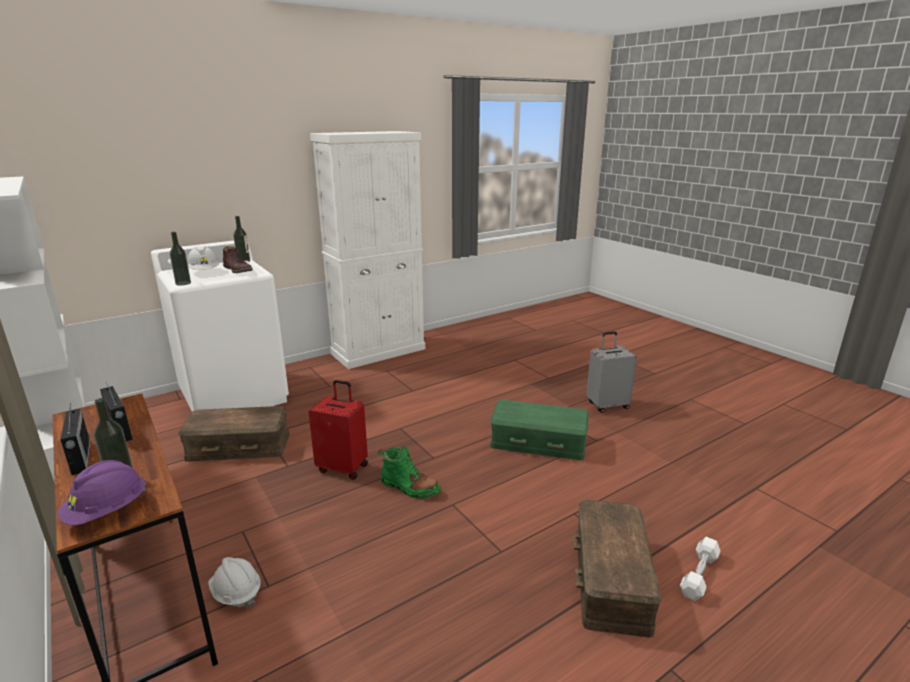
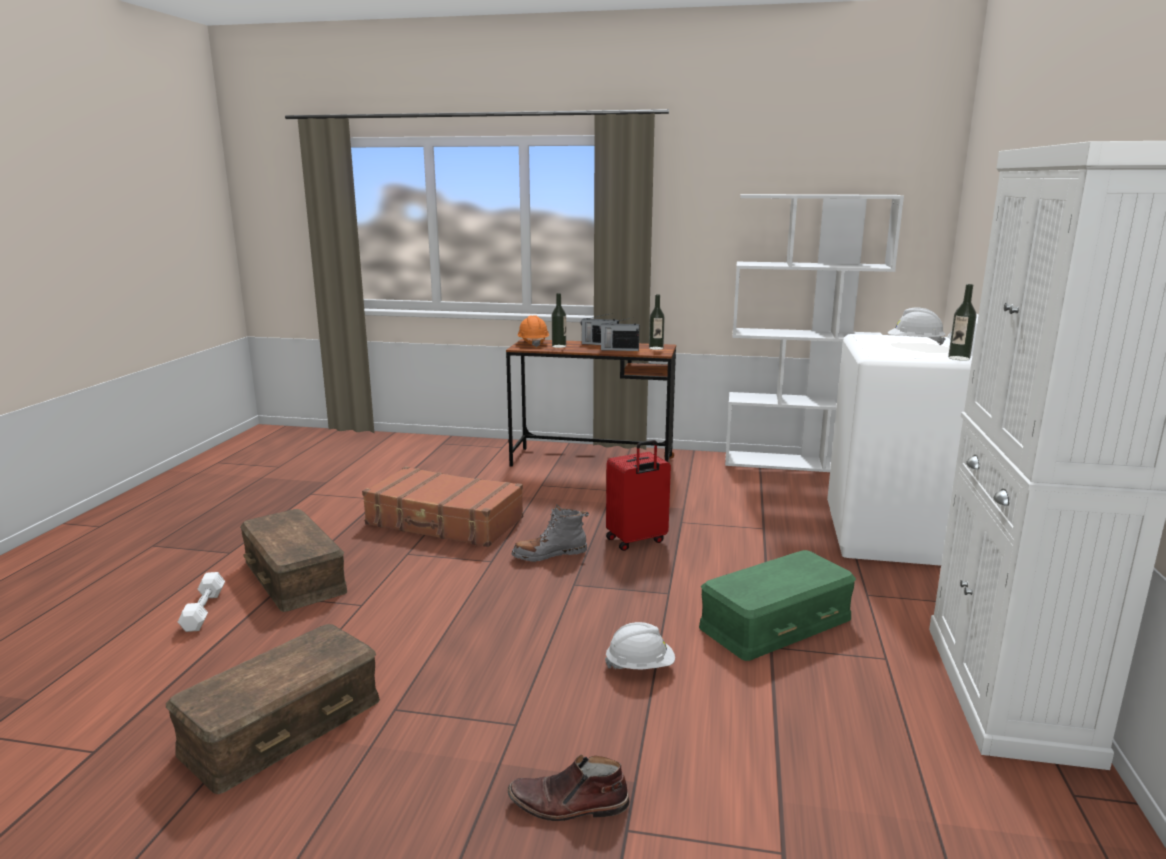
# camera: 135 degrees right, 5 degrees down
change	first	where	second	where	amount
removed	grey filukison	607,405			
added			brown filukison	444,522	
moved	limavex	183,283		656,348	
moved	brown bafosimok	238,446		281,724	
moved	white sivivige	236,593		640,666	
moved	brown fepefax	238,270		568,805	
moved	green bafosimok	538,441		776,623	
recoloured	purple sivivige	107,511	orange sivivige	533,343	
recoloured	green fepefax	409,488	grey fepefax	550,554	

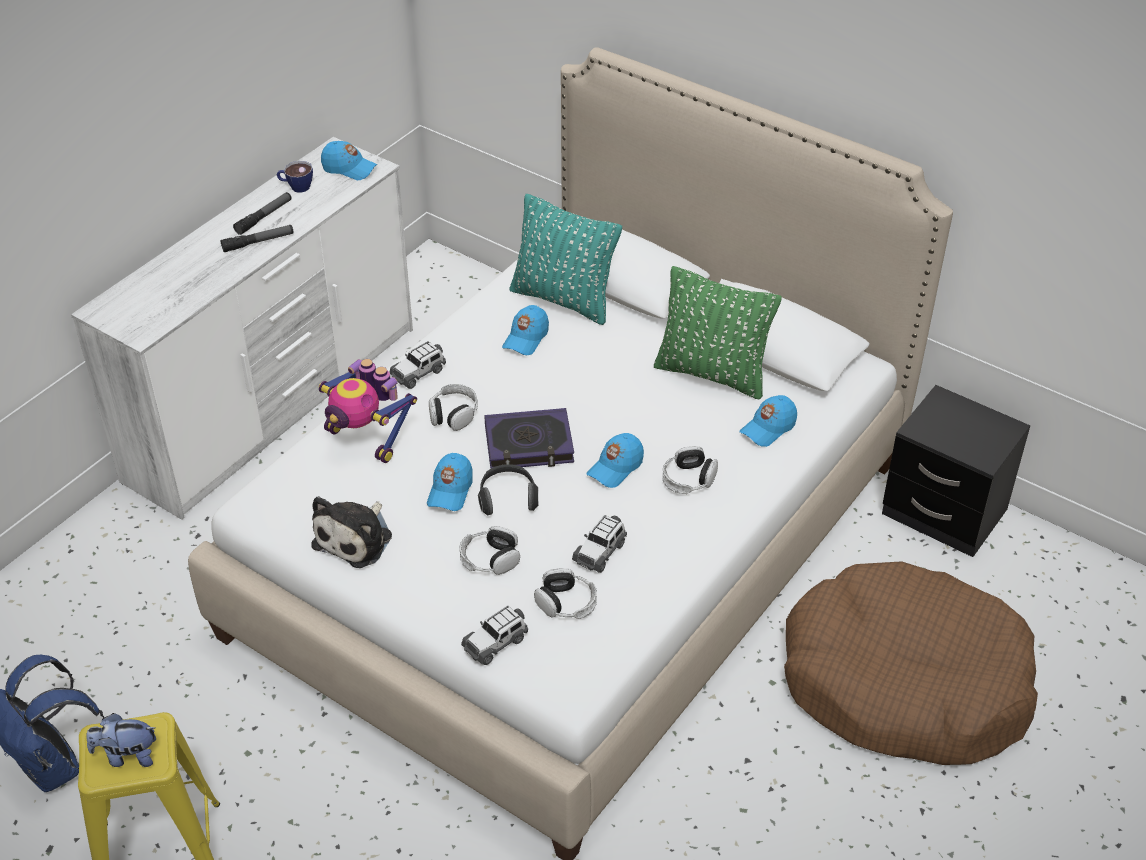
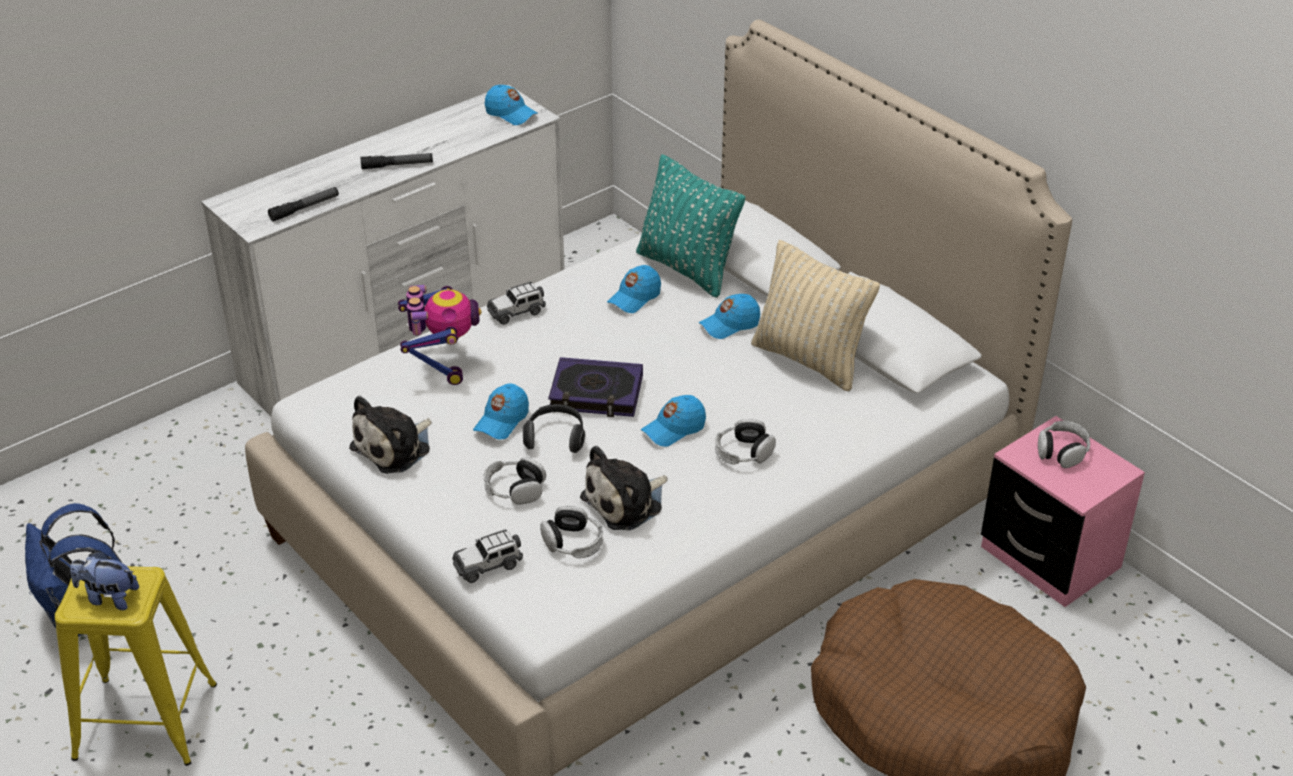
# camera: 15 degrees right, 5 degrees down
change	first	where	second	where	amount
removed	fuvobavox	296,187			
moved	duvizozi	264,217		304,208	
moved	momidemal	453,414		1061,451	
moved	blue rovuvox	768,428		730,325	
replaced	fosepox	600,551	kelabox	626,502	
recoloured	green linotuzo	712,374	beige linotuzo	809,360	
recoloured	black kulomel	944,512	pink kulomel	1049,558	
turned	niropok	367,438		441,361	150 degrees counterclockwise

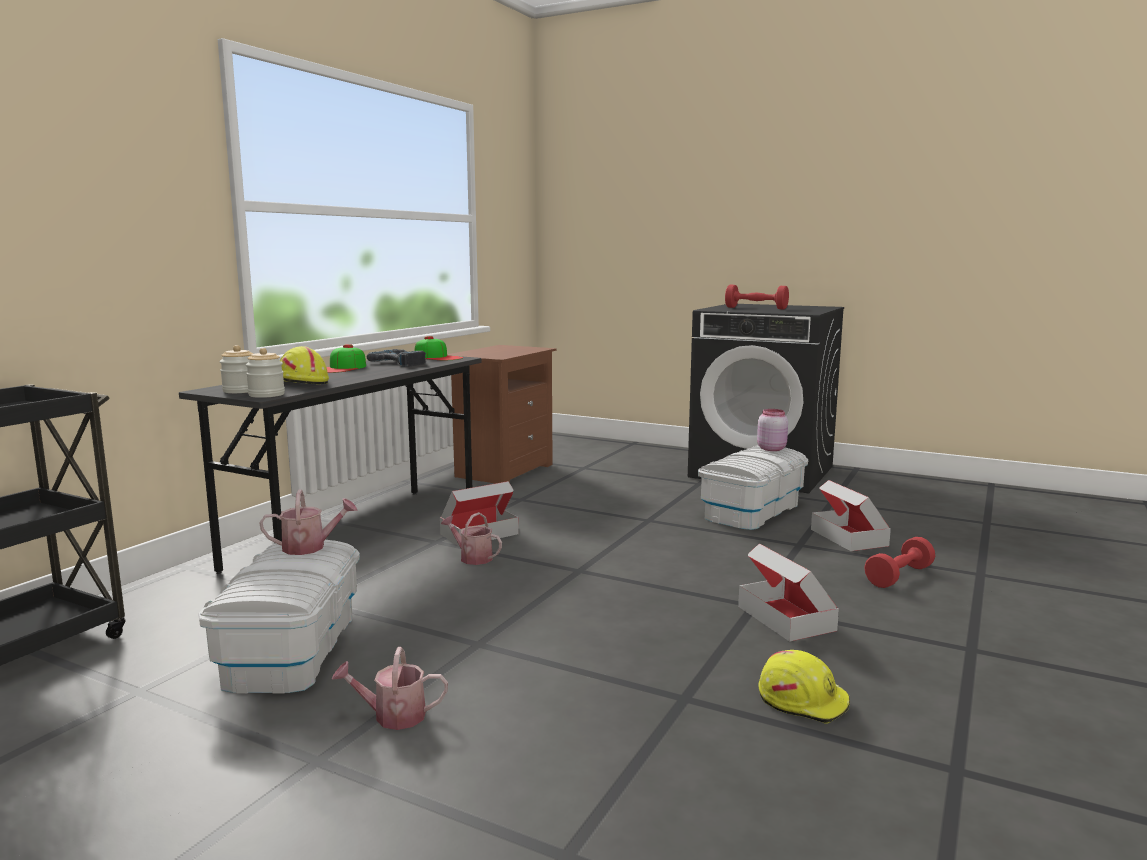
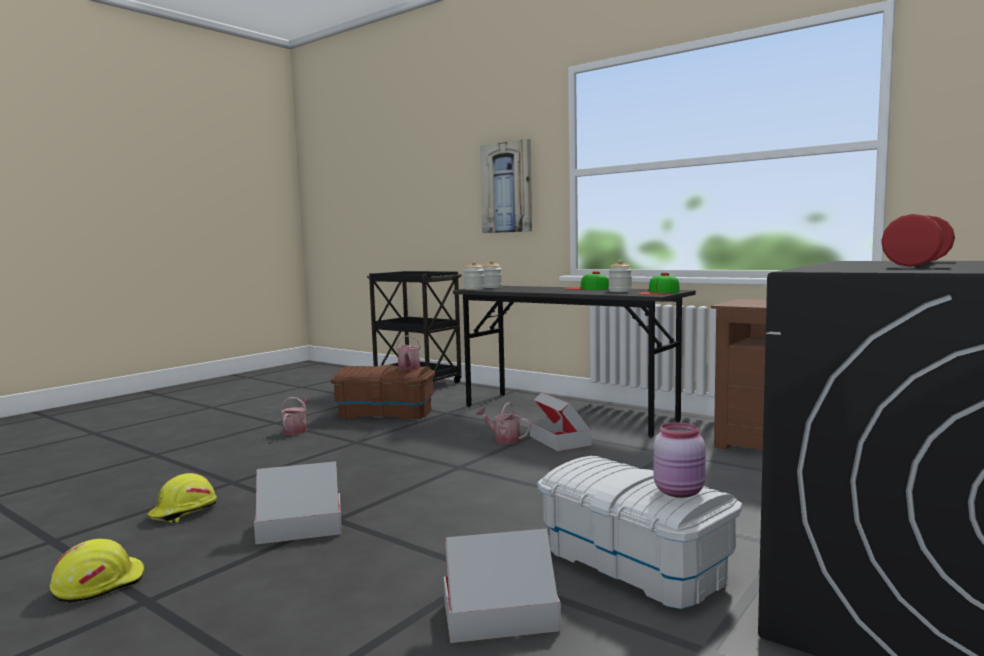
# camera: 100 degrees right, 5 degrees down
change	first	where	second	where	amount
removed	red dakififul	899,576			
added			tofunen	507,187	
moved	yellow sivivige	299,383		99,583	
replaced	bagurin	402,362	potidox	620,291	
recoloured	white bafosimok	290,649	brown bafosimok	385,413	
turned	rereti	472,557		504,439	105 degrees counterclockwise

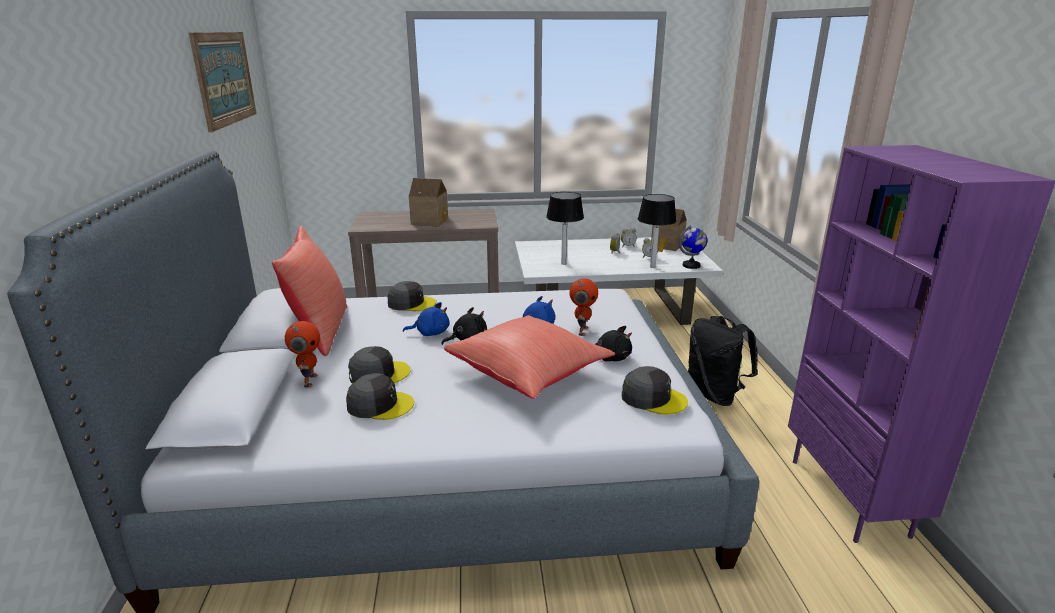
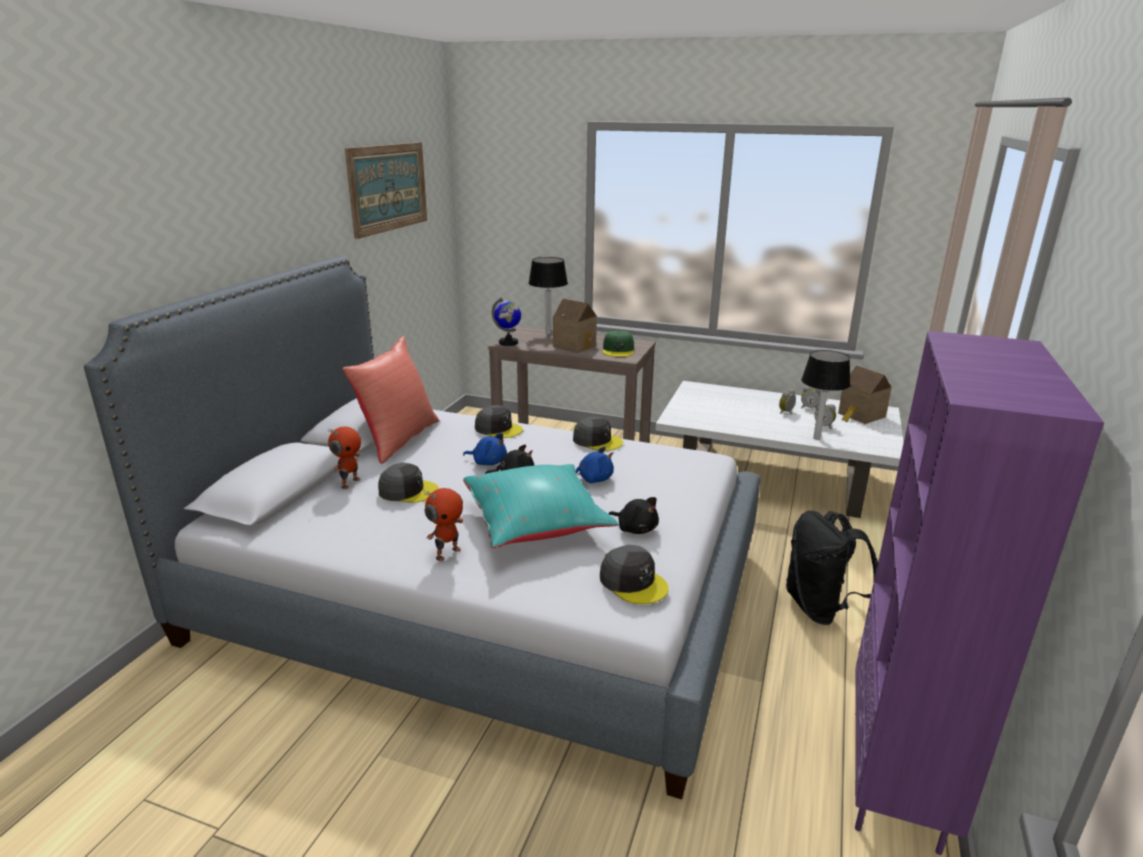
# camera: 25 degrees right, 0 degrees up
change	first	where	second	where	amount
added			green rovuvox	618,350	
moved	grey rovuvox	380,405		597,441	
moved	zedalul	564,263		548,333	
moved	niropok	582,330		447,553	
moved	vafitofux	691,265		508,343	
recoloured	red linotuzo	529,374	turquoise linotuzo	537,525	

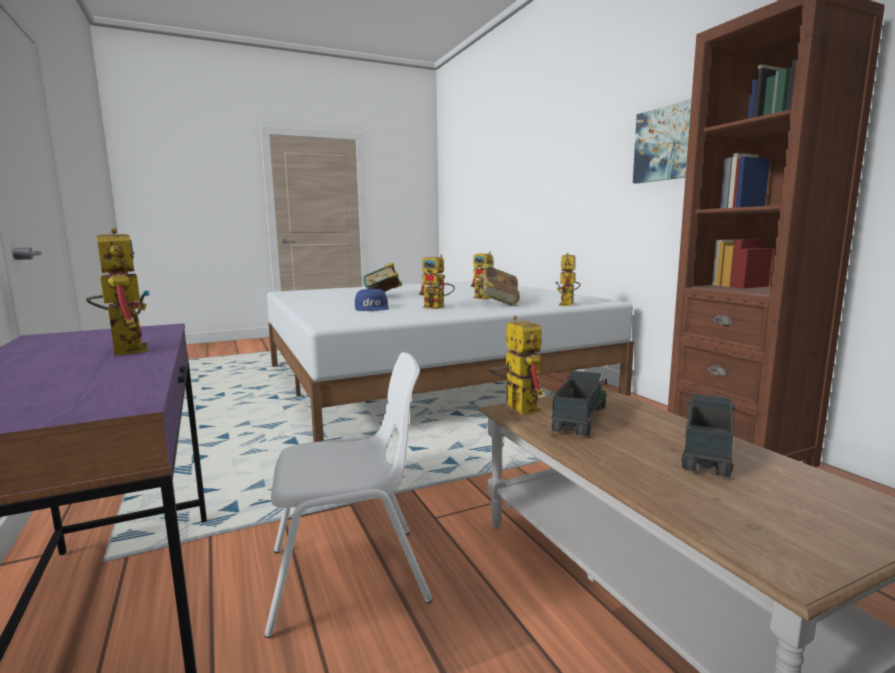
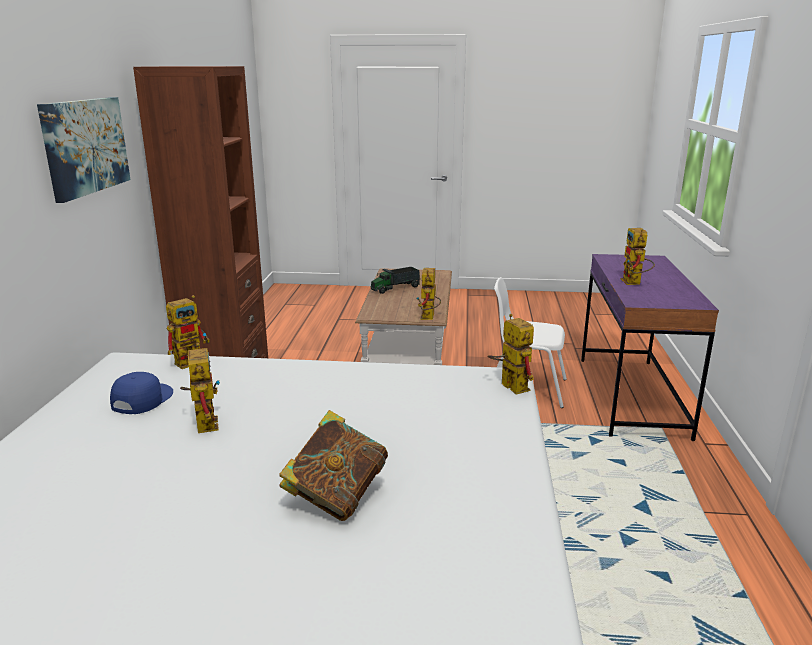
# camera: 150 degrees left, 10 degrees up
change	first	where	second	where	amount
removed	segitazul	498,304			
removed	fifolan	580,419			
moved	blue rovuvox	372,308		141,399	
moved	niropok	438,307		509,385	

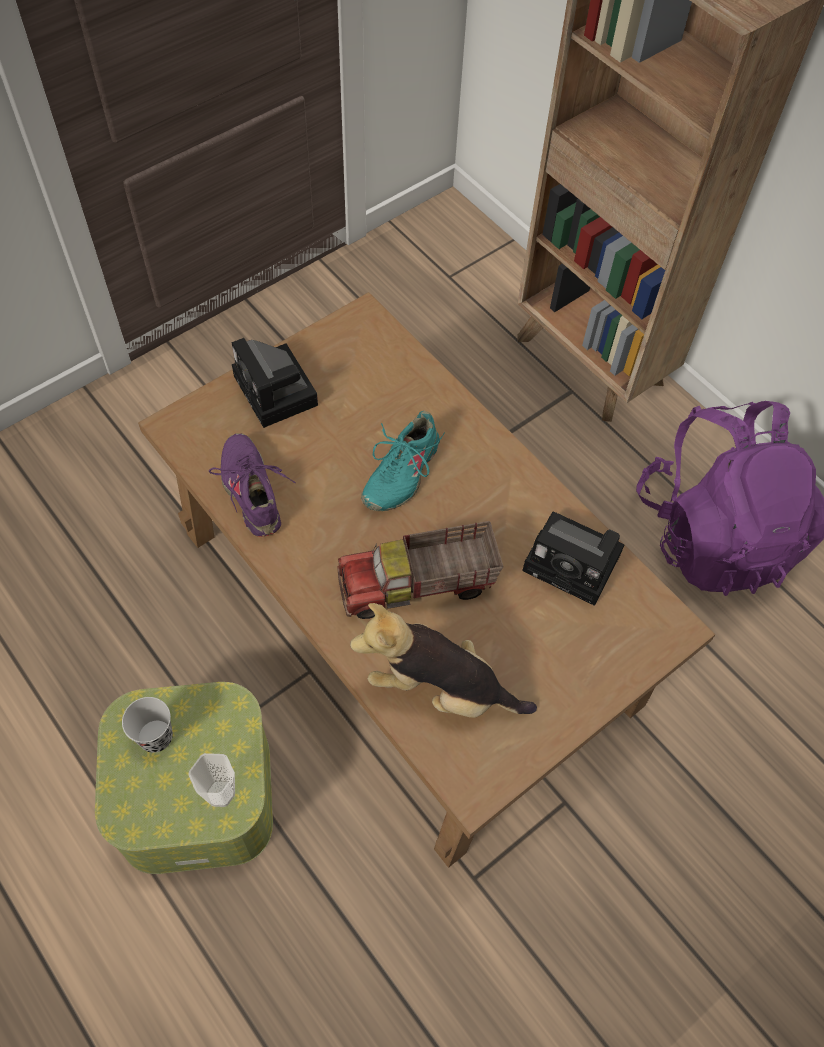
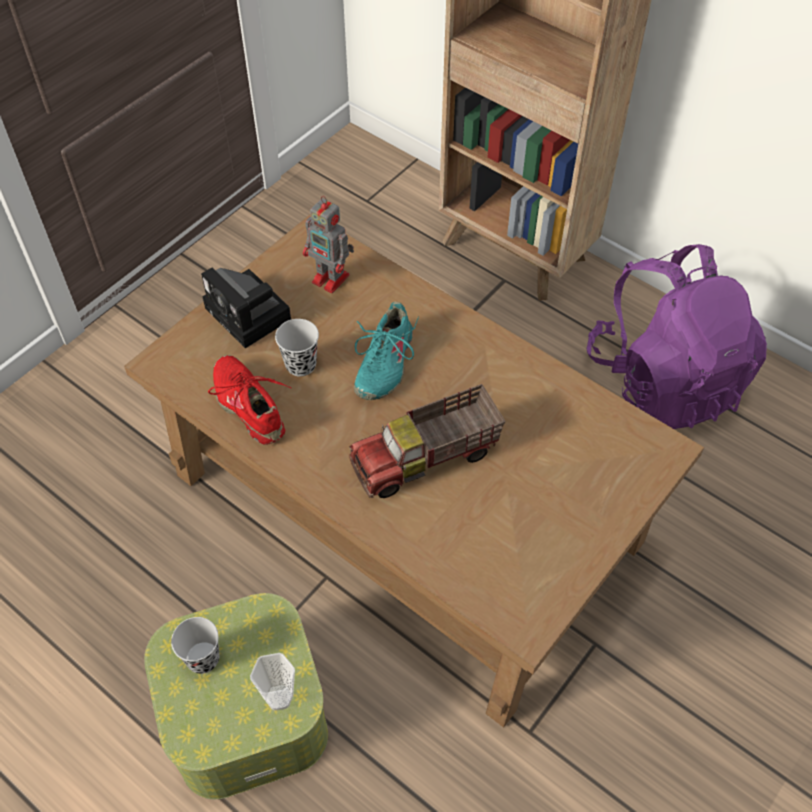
# camera: 10 degrees left, 5 degrees down
change	first	where	second	where	amount
removed	kelabox	439,688			
removed	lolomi	576,564			
added			black fuvobavox	301,365	
added			niropok	332,279	
recoloured	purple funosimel	253,491	red funosimel	250,406	

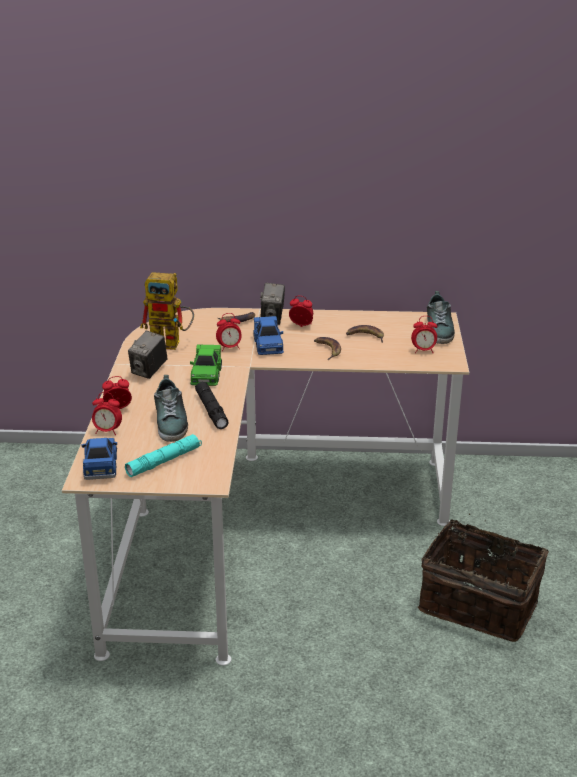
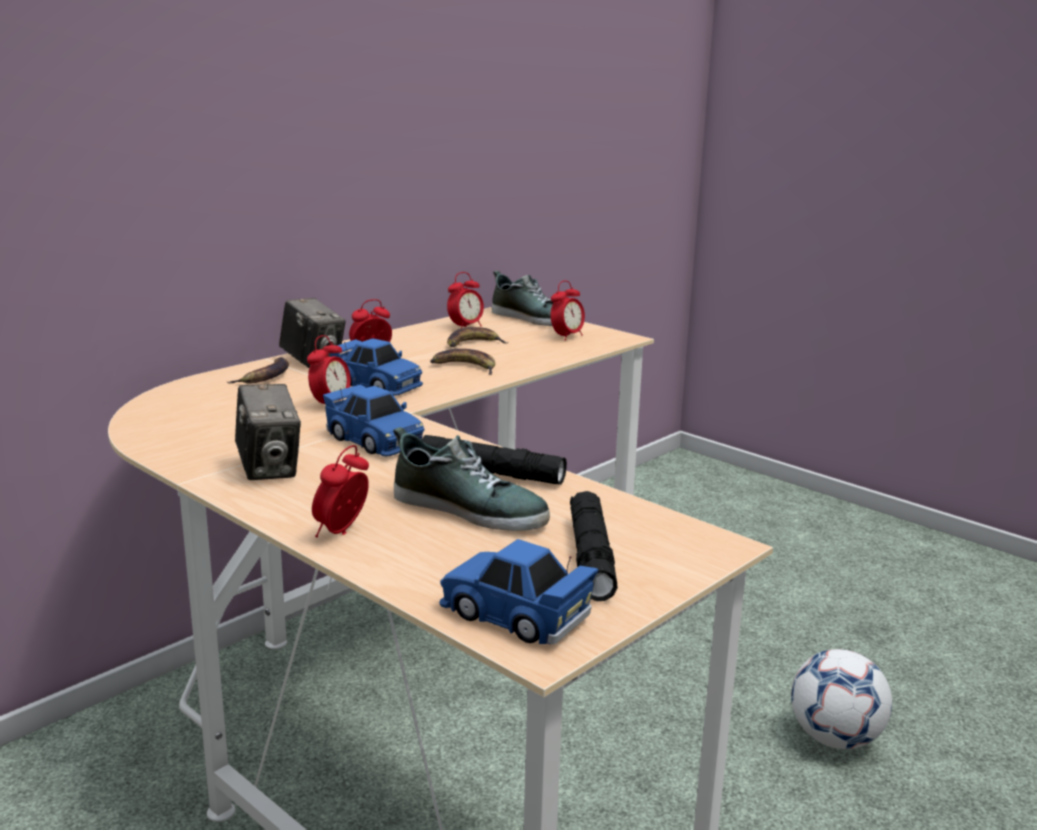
# camera: 50 degrees left, 10 degrees down
change	first	where	second	where	amount
removed	niropok	172,343			
removed	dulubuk	479,603			
added			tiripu	834,738	
moved	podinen	107,431		465,327	
recoloured	turquoise duvizozi	164,461	black duvizozi	591,556	
recoloured	green fosepox	206,375	blue fosepox	374,440	

